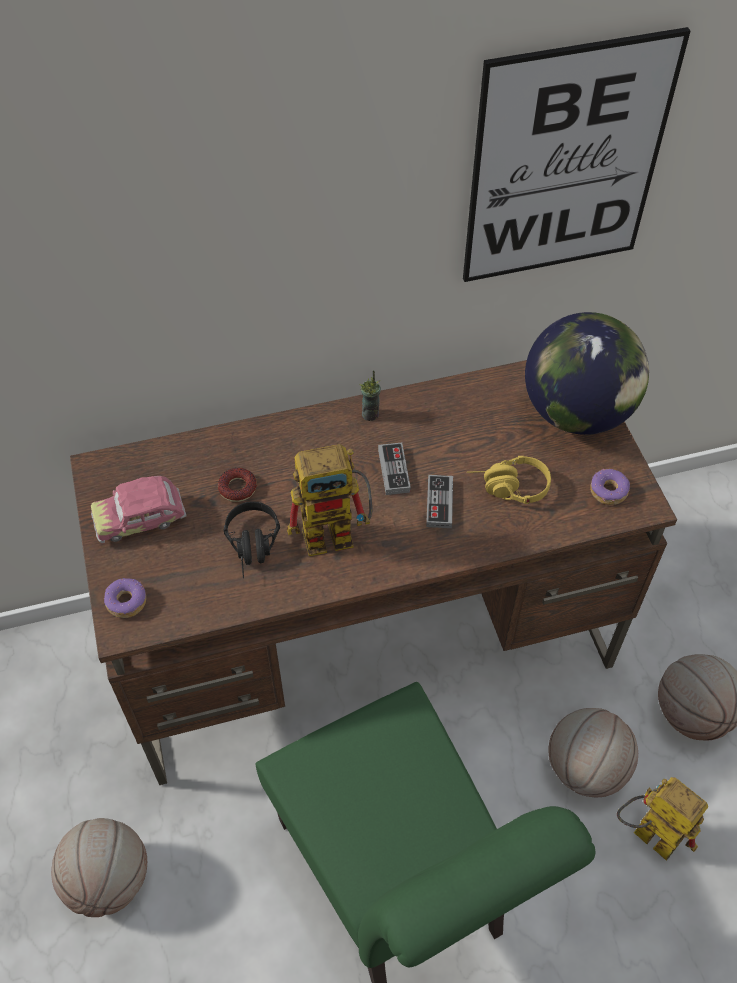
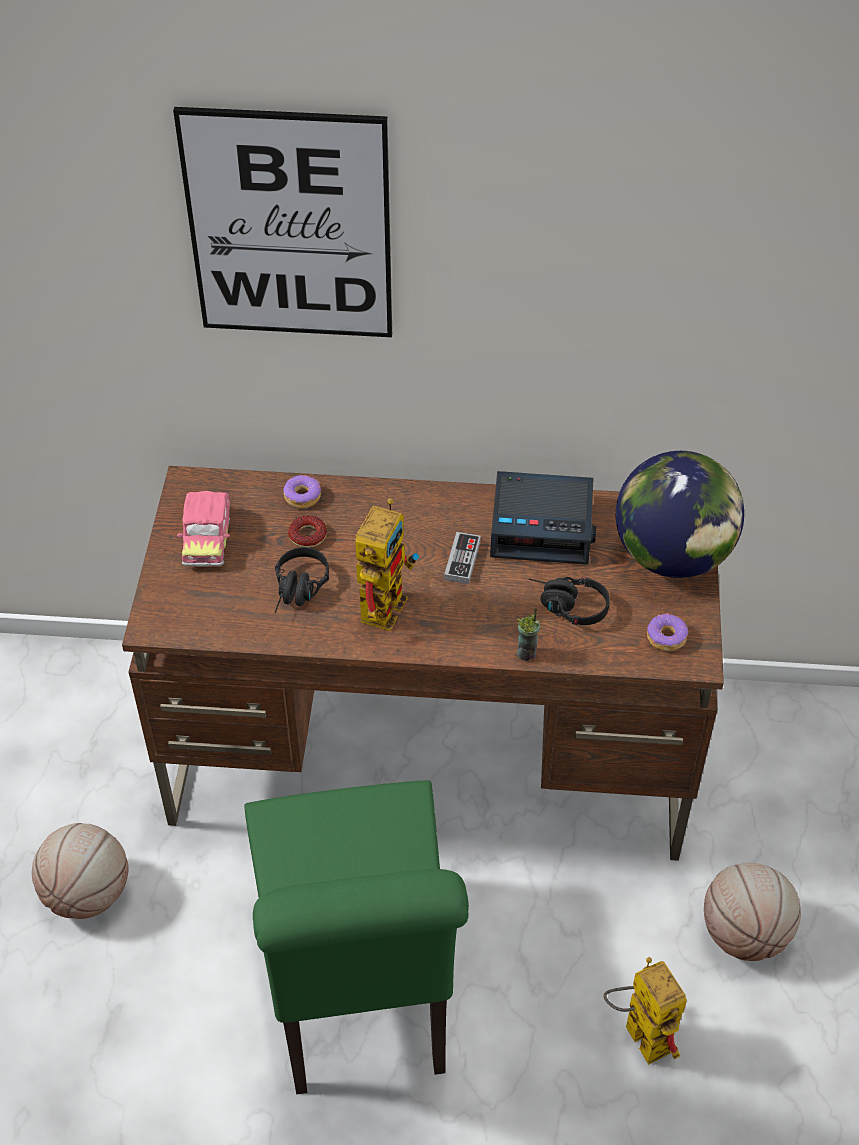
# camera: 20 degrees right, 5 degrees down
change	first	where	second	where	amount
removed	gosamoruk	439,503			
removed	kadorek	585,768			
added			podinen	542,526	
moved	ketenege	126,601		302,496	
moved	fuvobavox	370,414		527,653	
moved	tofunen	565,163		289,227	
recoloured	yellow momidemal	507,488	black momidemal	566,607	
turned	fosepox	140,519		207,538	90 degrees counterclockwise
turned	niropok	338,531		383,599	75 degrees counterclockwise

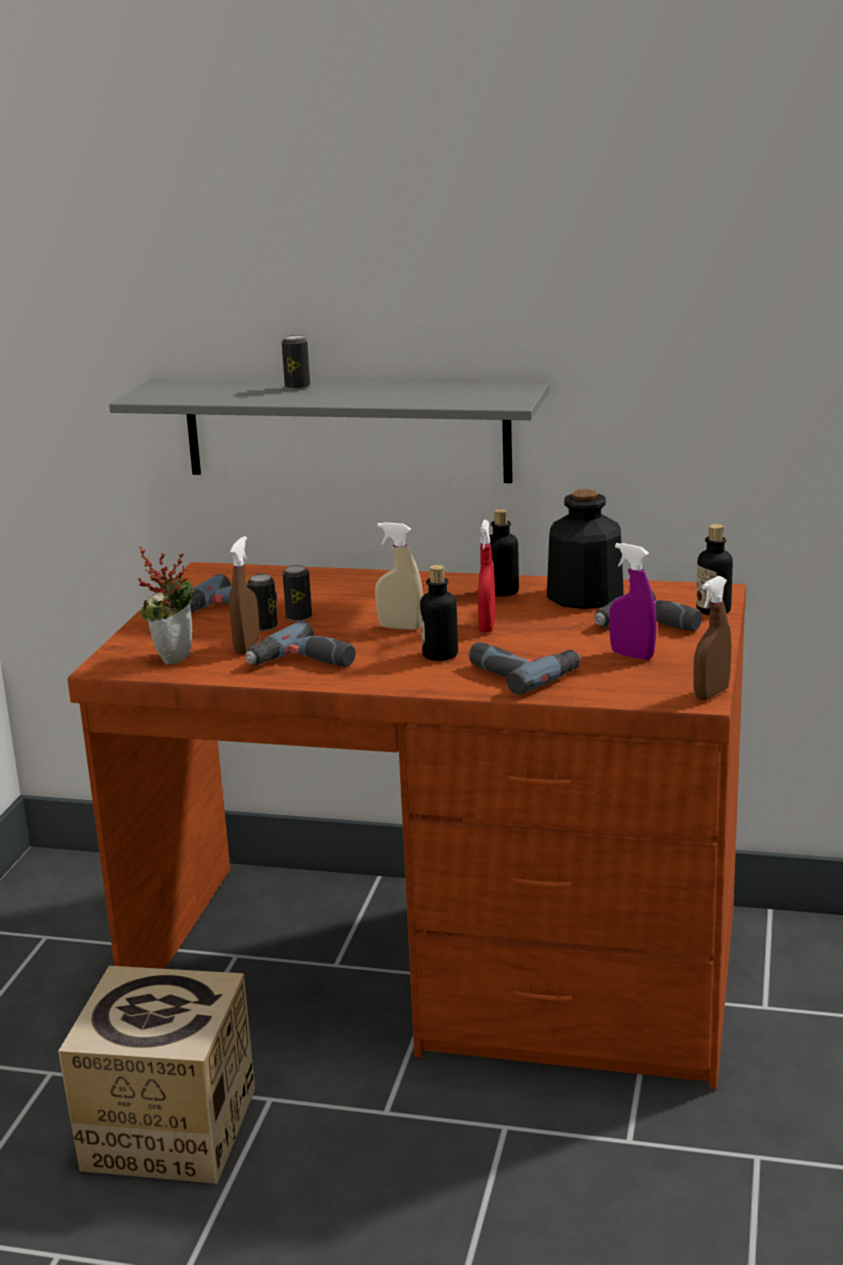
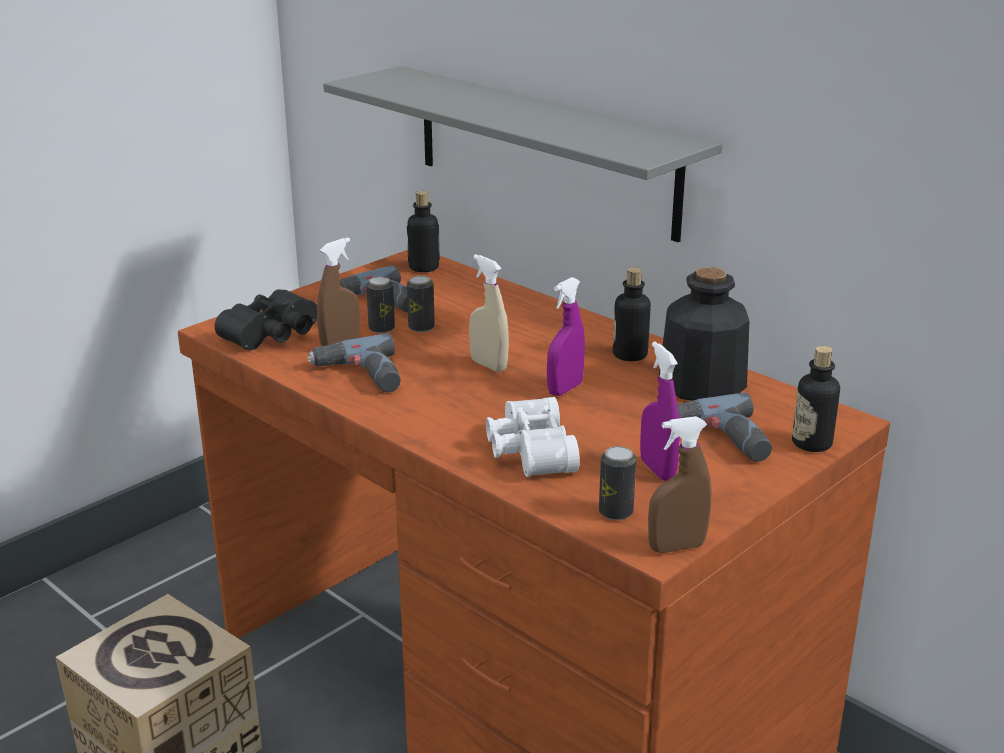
# camera: 30 degrees right, 5 degrees up
change	first	where	second	where	amount
moved	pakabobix	297,387		615,512	
moved	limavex	440,655		424,267	
replaced	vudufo	173,656	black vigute	275,335	
replaced	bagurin	522,672	white vigute	528,452	
recoloured	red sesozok	487,626	purple sesozok	565,389	

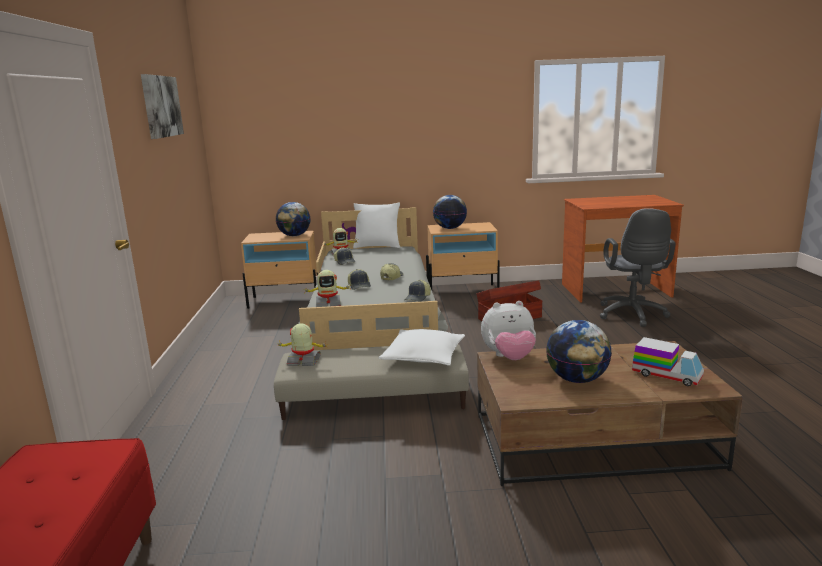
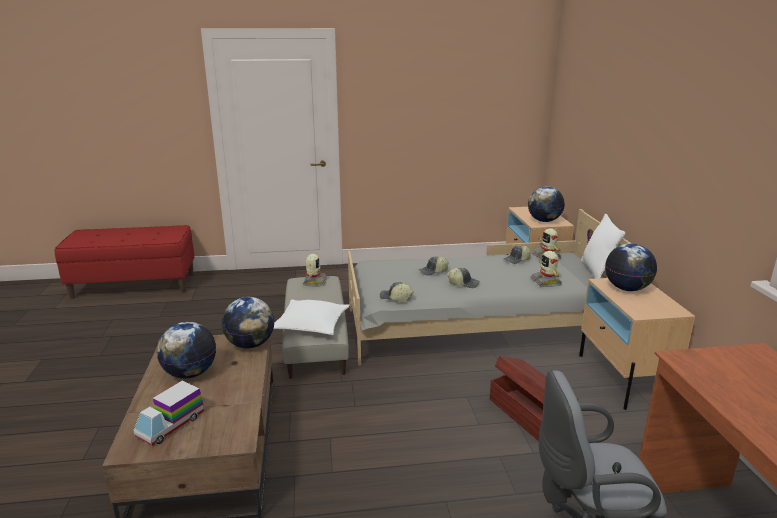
# camera: 85 degrees right, 5 degrees up
change	first	where	second	where	amount
removed	tofunen	161,106			
moved	niropok	328,304		546,282	
replaced	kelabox	509,357	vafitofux	250,345	

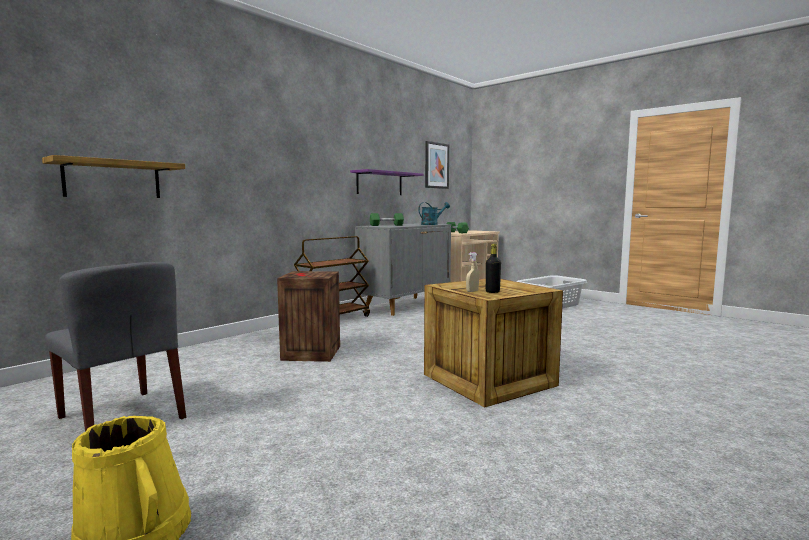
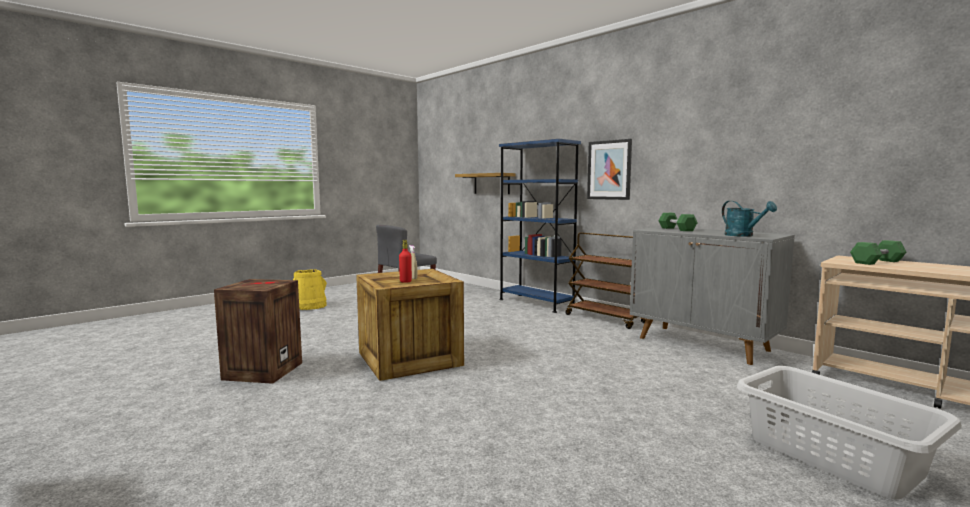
# camera: 95 degrees right, 0 degrees up
change	first	where	second	where	amount
removed	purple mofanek	379,183			
added			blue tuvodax	536,303	
moved	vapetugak	310,353		263,370	
moved	tofunen	436,165		609,170	
recoloured	black limavex	492,292	red limavex	405,281	

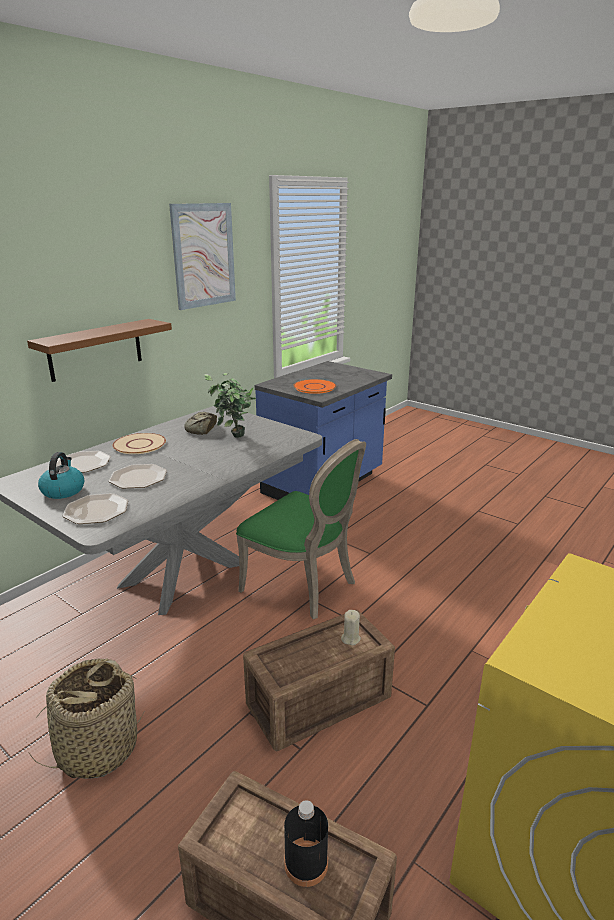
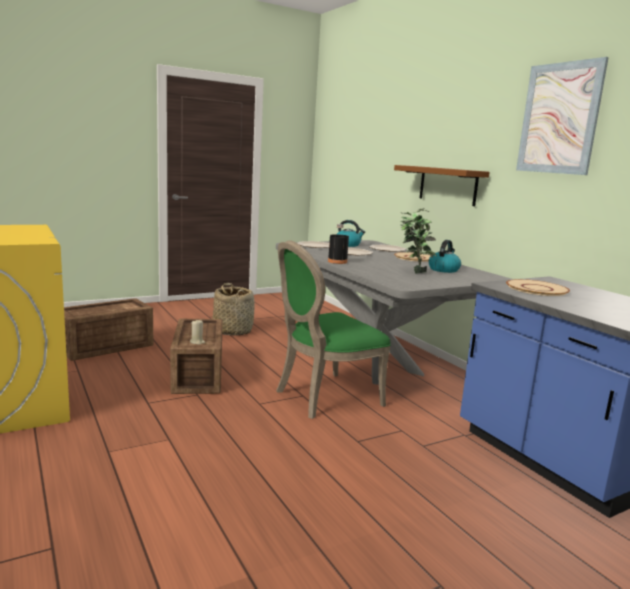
# camera: 110 degrees right, 10 degrees down
change	first	where	second	where	amount
moved	black limavex	306,863		337,261	
replaced	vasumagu	201,429	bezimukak	443,269	
recoloured	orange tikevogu	314,387	beige tikevogu	537,289	

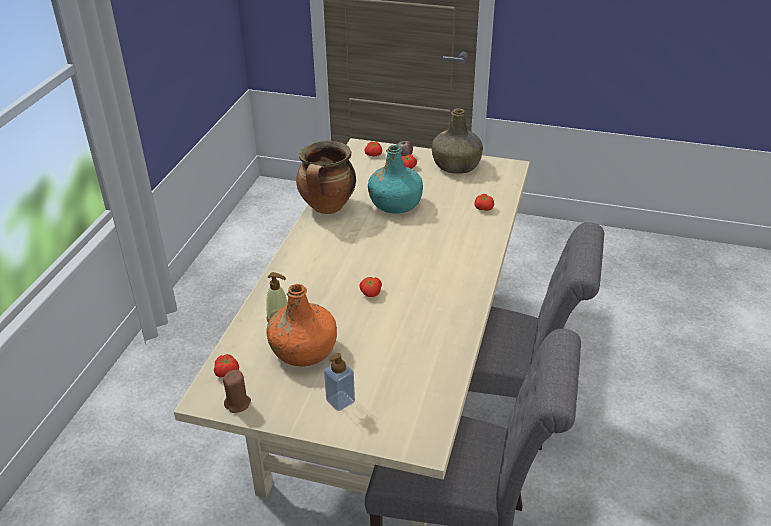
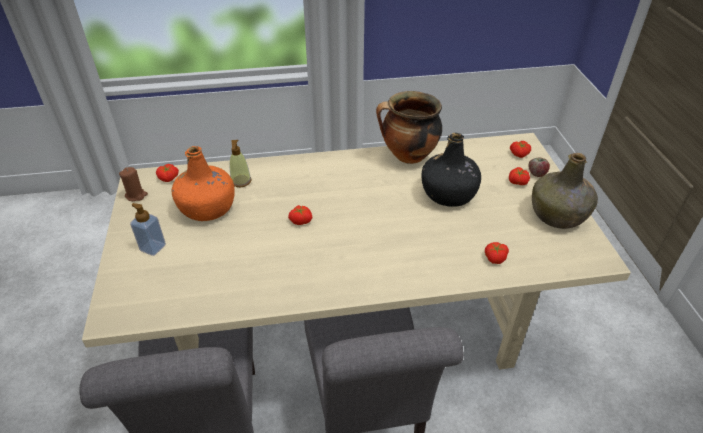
# camera: 65 degrees right, 5 degrees up
change	first	where	second	where	amount
recoloured	turquoise limavex	395,203	black limavex	449,193	

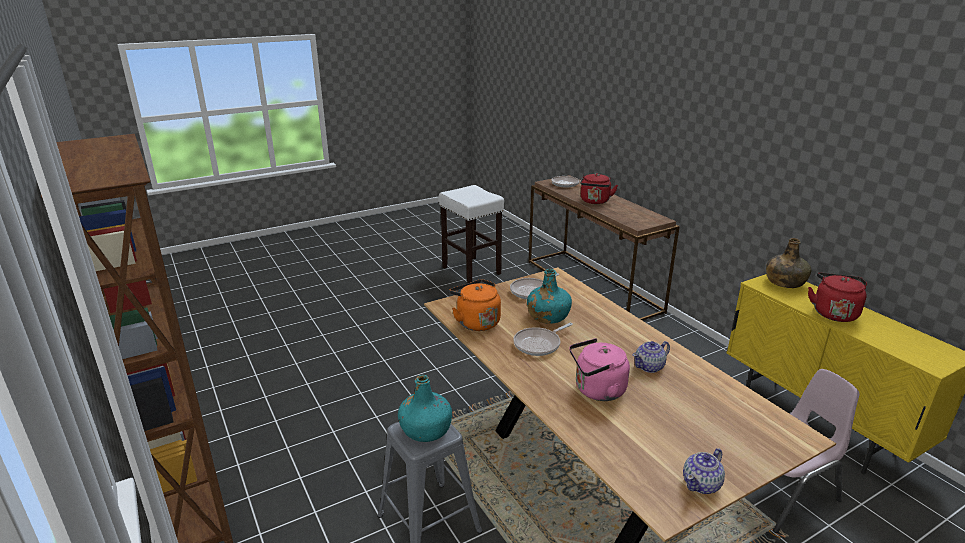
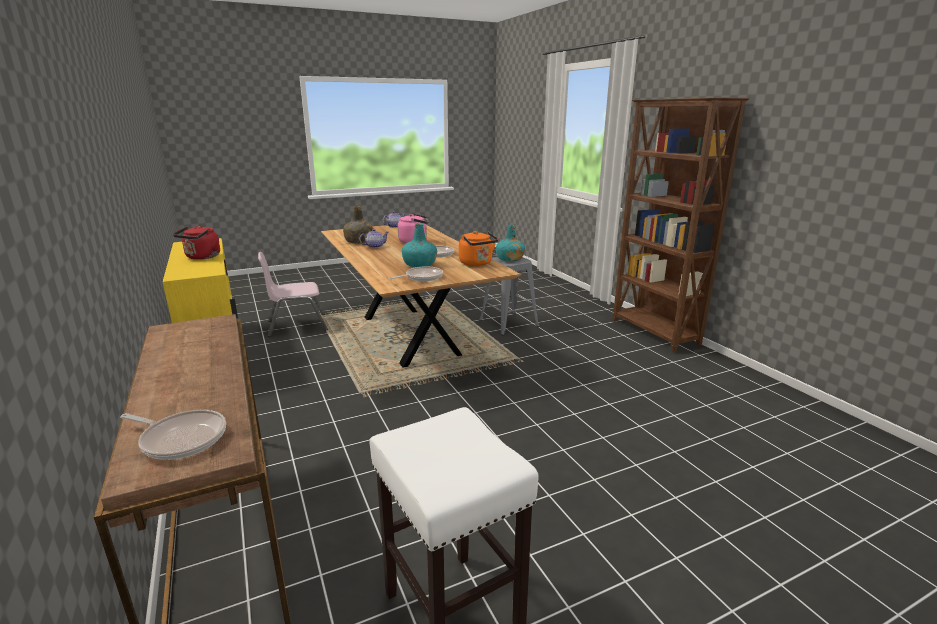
# camera: 175 degrees left, 5 degrees down
change	first	where	second	where	amount
removed	red bezimukak	595,201			
moved	green limavex	784,282		359,241	

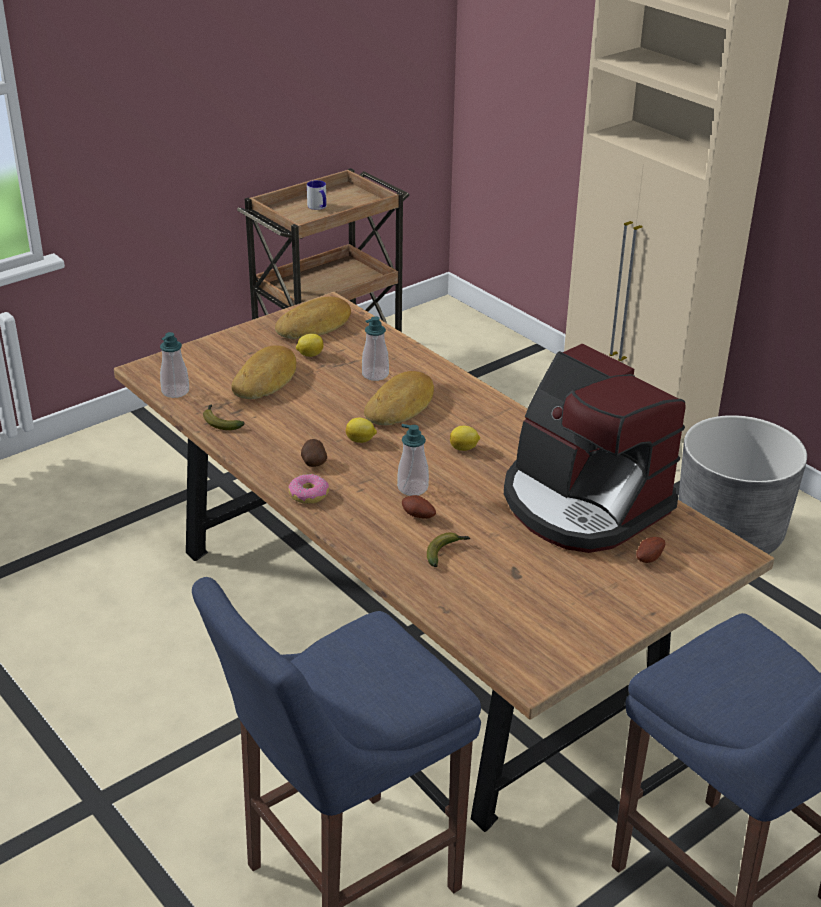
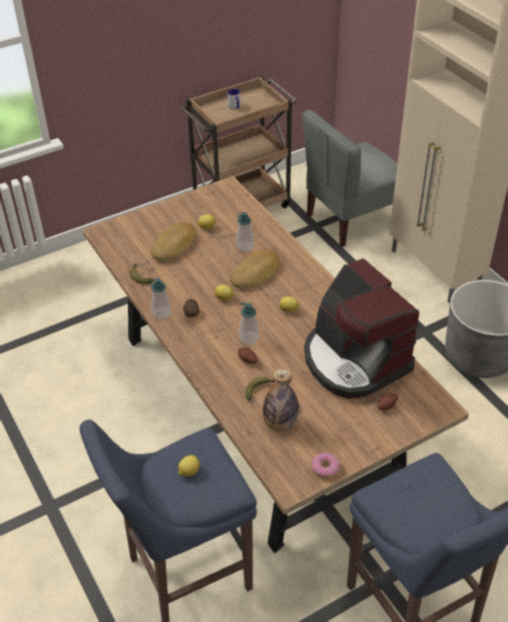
# camera: 10 degrees right, 10 degrees up
change	first	where	second	where	amount
removed	vasumagu	315,326			
added			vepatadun	188,472	
added			limavex	280,424	
added			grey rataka	351,220	
moved	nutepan	175,391		161,313	
moved	ketenege	308,495		325,468	

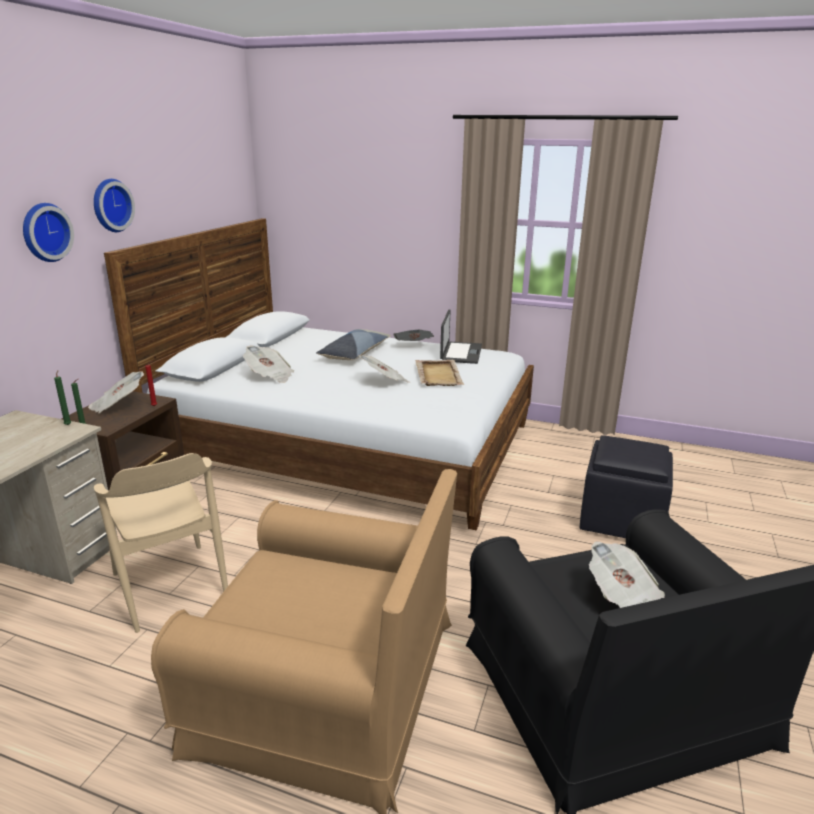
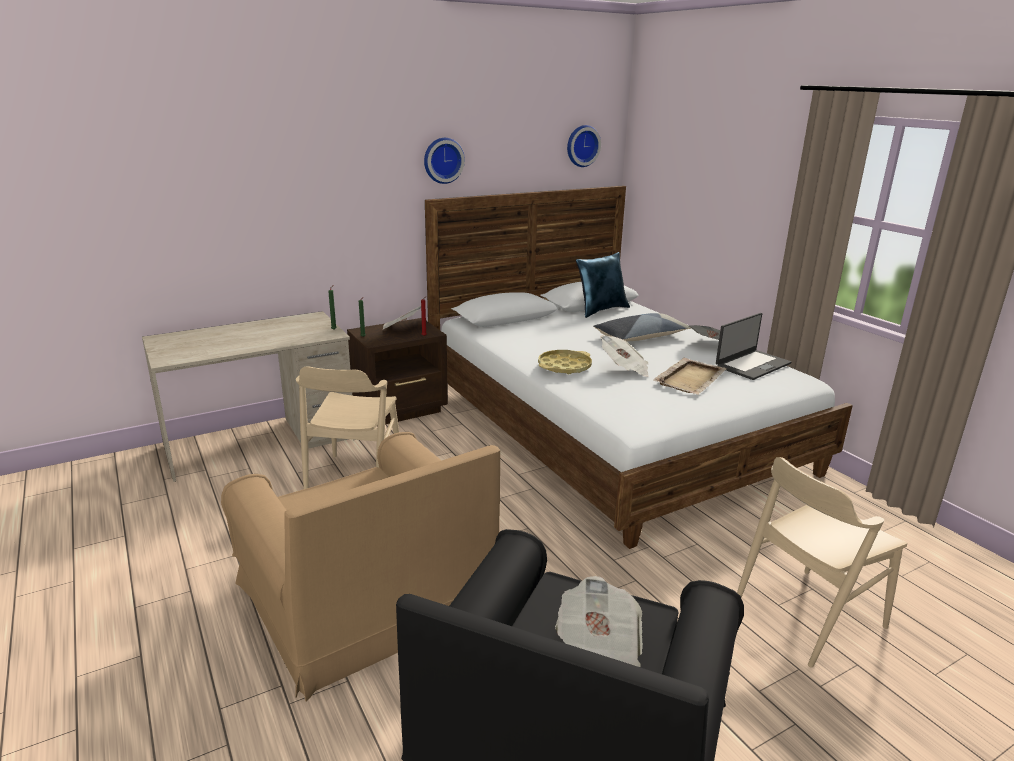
# camera: 40 degrees right, 0 degrees up
change	first	where	second	where	amount
removed	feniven	270,376			
added			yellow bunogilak	564,366	
added			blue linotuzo	601,310	
moved	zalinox	44,232		581,145	
replaced	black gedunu	620,520	beige rataka	808,615	

